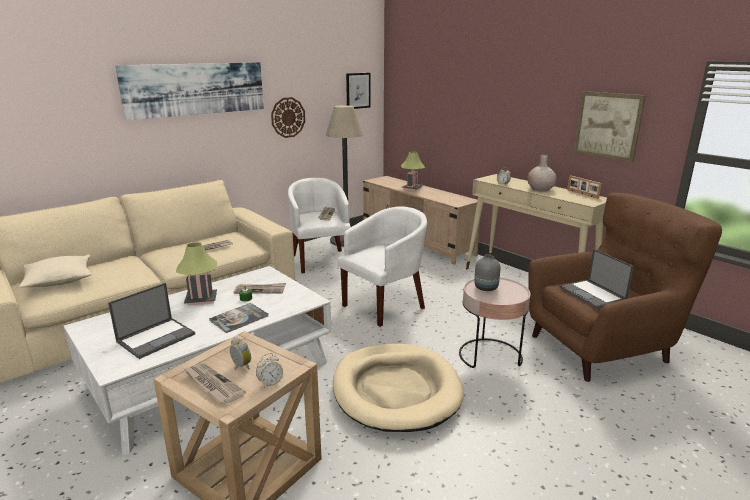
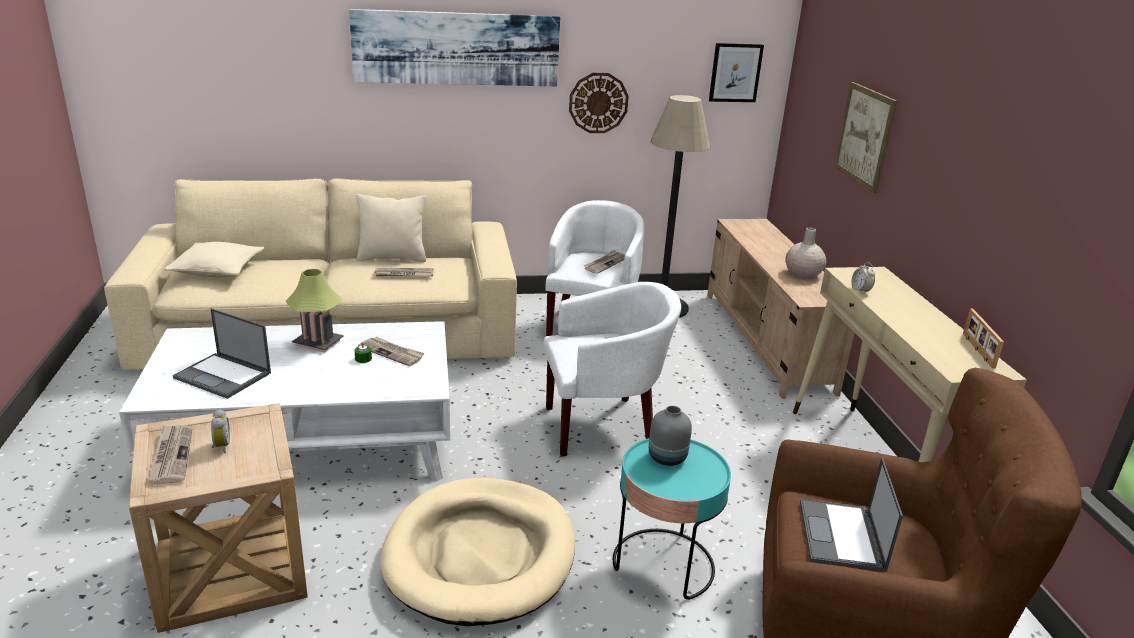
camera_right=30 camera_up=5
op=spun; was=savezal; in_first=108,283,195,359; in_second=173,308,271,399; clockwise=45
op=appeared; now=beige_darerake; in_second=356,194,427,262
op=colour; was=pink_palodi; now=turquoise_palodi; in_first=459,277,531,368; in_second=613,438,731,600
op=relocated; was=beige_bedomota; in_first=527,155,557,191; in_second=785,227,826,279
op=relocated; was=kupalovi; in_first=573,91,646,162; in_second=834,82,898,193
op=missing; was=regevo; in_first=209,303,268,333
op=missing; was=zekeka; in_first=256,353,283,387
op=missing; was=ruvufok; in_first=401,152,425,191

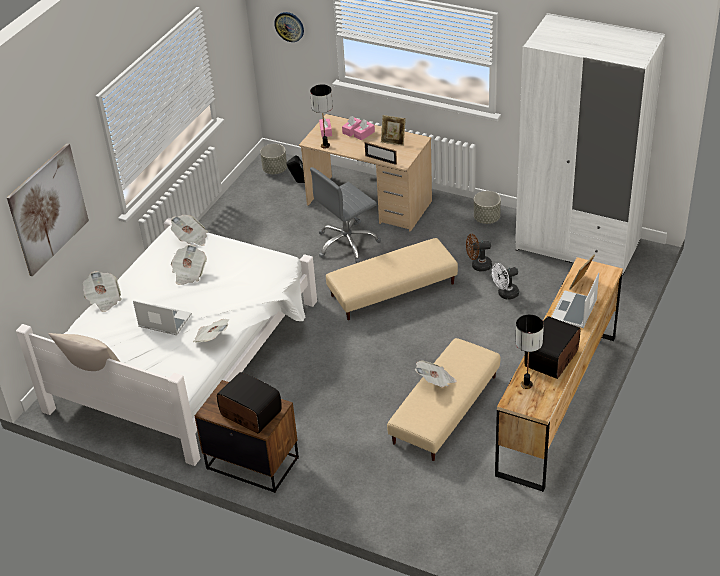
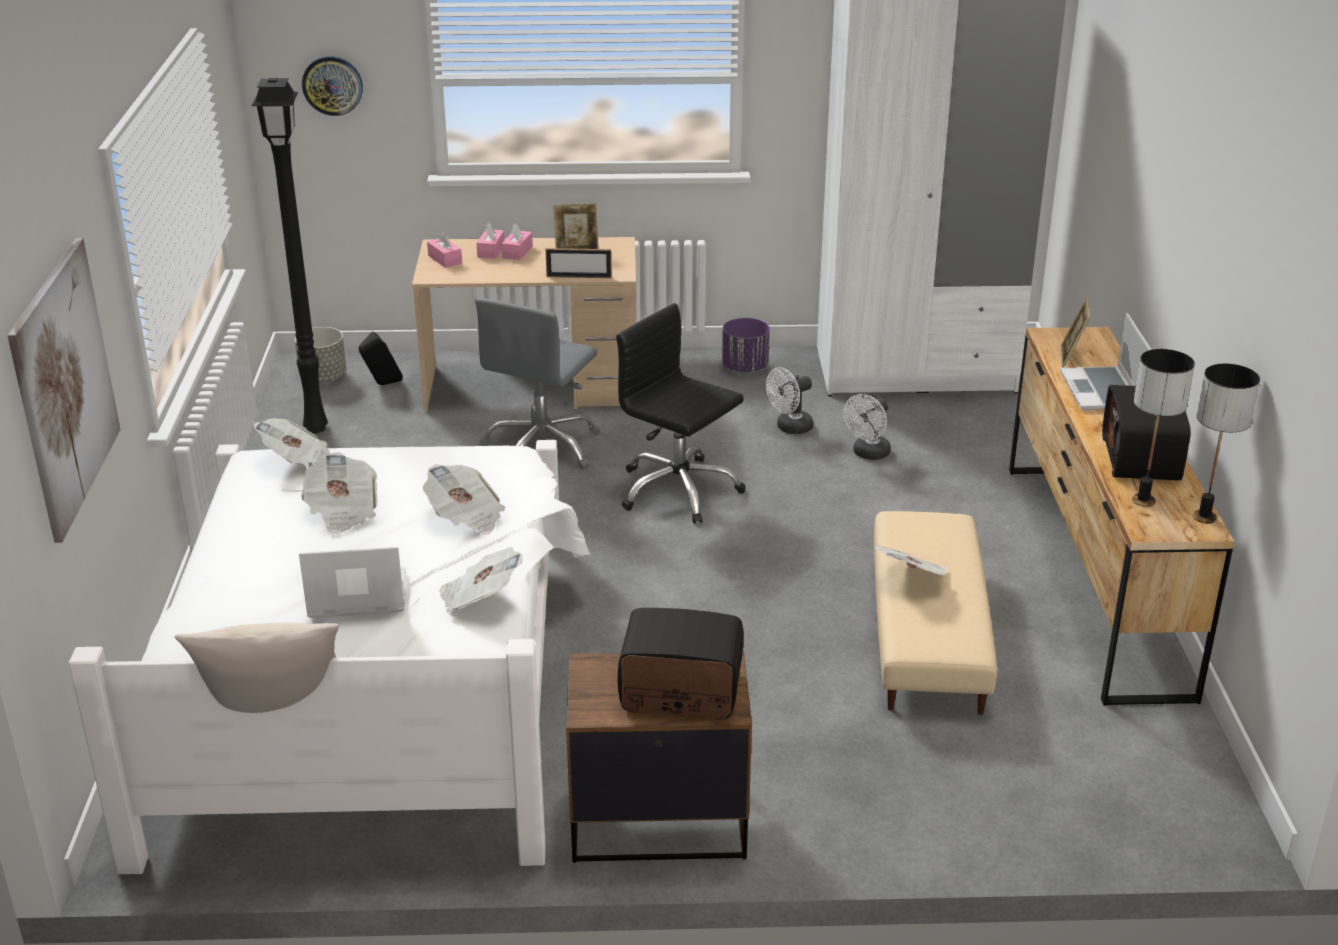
camera_right=-30 camera_up=-10
op=appeared; now=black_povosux; in_second=251,78,328,433
op=relocated; was=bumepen; in_first=83,271,122,312; in_second=423,464,505,535
op=exchanged; was=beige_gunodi; now=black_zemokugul; in_first=326,238,458,320; in_second=616,303,746,524
op=colour; was=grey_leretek; now=purple_leretek; in_first=474,191,501,224; in_second=722,318,770,372
op=colour; was=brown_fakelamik; now=white_fakelamik; in_first=466,234,492,271; in_second=766,367,813,434
op=relocated; was=ruvufok; in_first=310,84,333,149; in_second=1193,363,1260,524

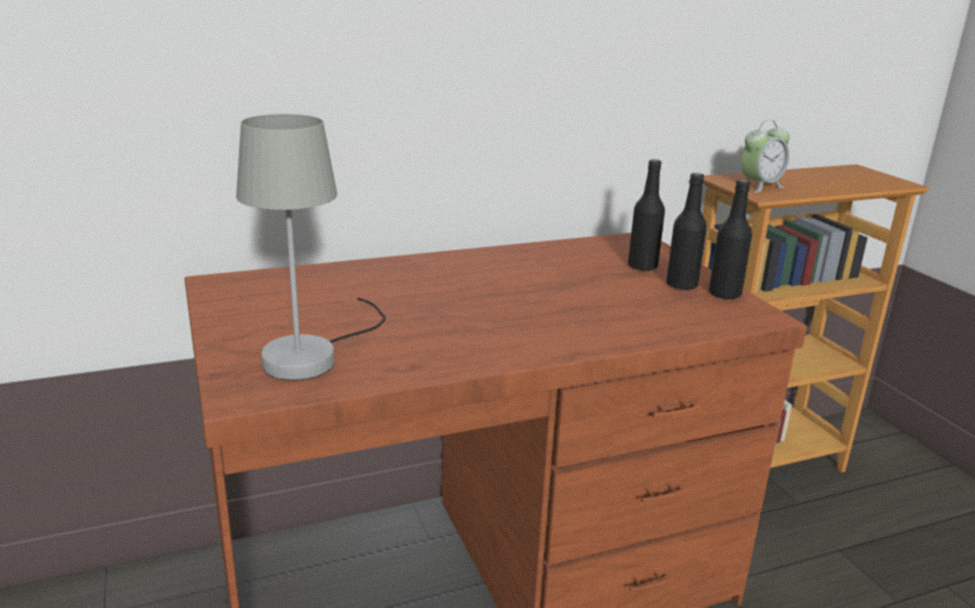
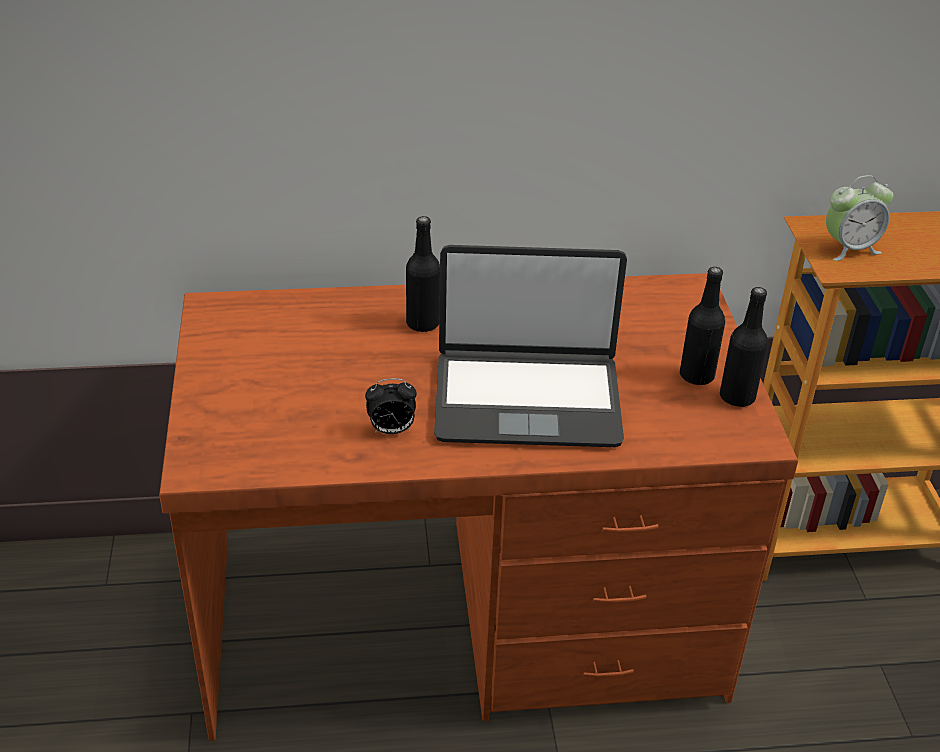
camera_right=15 camera_up=15
op=appeared; now=zekeka; in_second=365,379,417,434
op=relocated; was=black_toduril; in_first=628,159,665,271; in_second=406,216,440,332
op=appeared; now=savezal; in_second=434,245,627,447
op=missing; was=grey_ruvufok; in_first=236,114,386,380

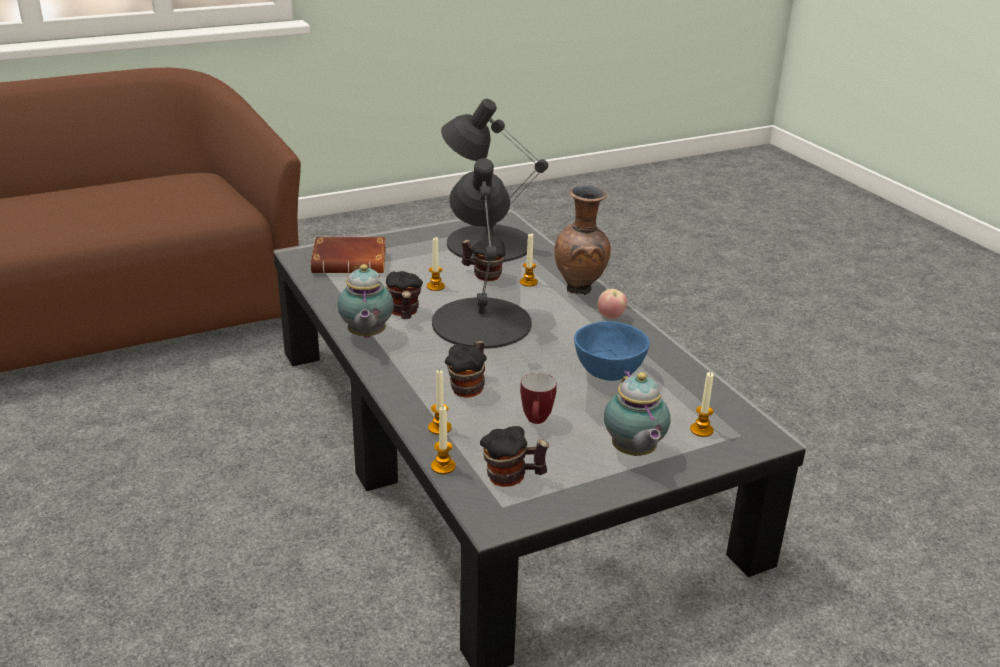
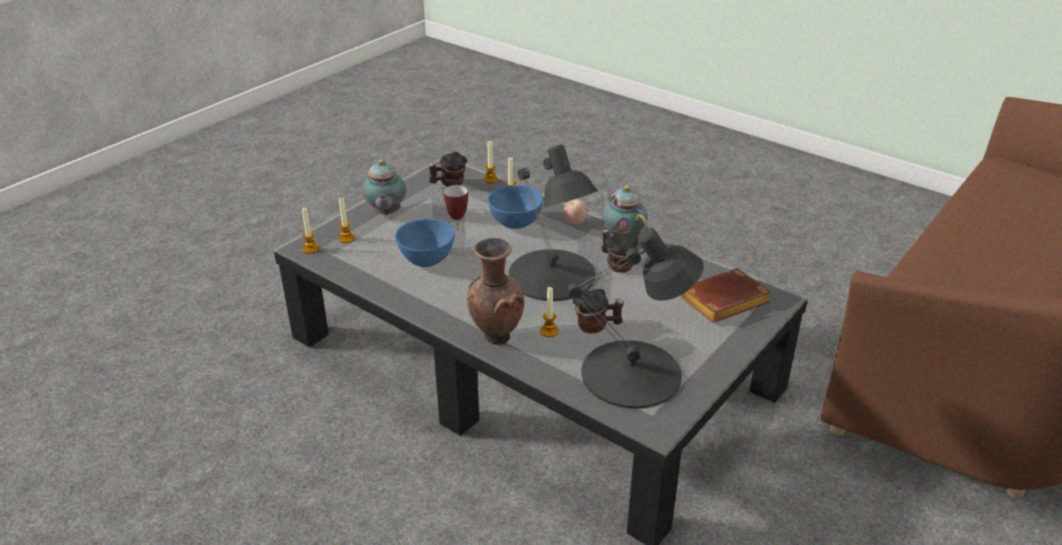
camera_right=155 camera_up=5
op=relocated; was=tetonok; in_first=427,236,445,291; in_second=302,208,319,254
op=spun; was=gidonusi; in_first=604,371,670,456; in_second=363,159,406,215; clockwise=-150
op=exchanged; was=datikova; now=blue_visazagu; in_first=445,341,487,398; in_second=488,185,543,229
op=relocated; was=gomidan; in_first=597,289,627,319; in_second=564,199,588,224

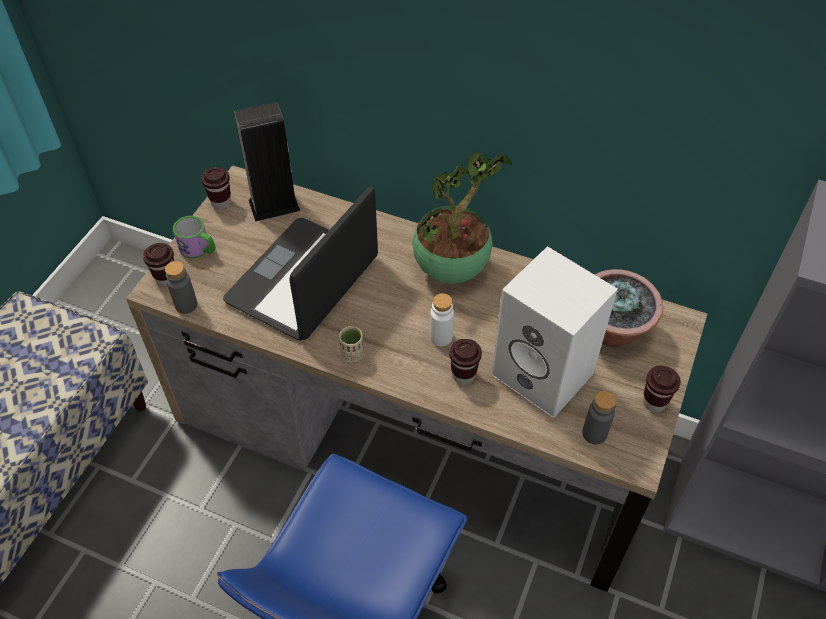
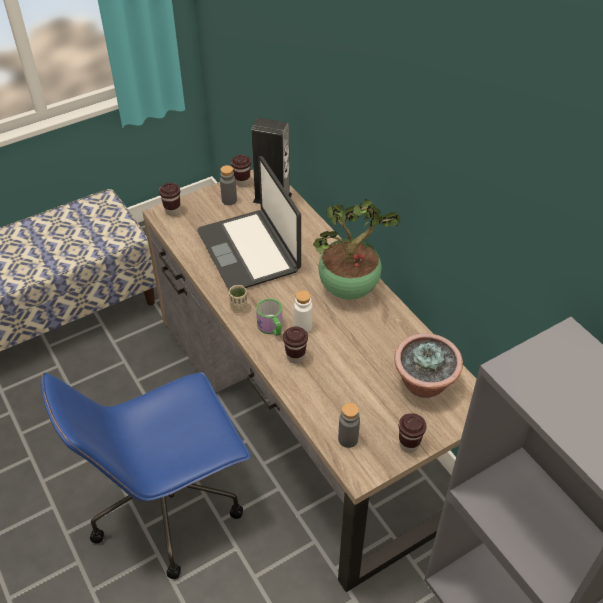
camera_right=35 camera_up=-5
op=spun; was=savezal; in_first=223,186,378,341; in_second=198,156,301,290; clockwise=-90
op=relocated; was=grey_toduril; in_first=165,261,197,314; in_second=220,165,237,205
op=relocated; was=datikova; in_first=173,216,216,259; in_second=256,299,283,336
op=missing; was=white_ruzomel; in_first=491,246,618,418

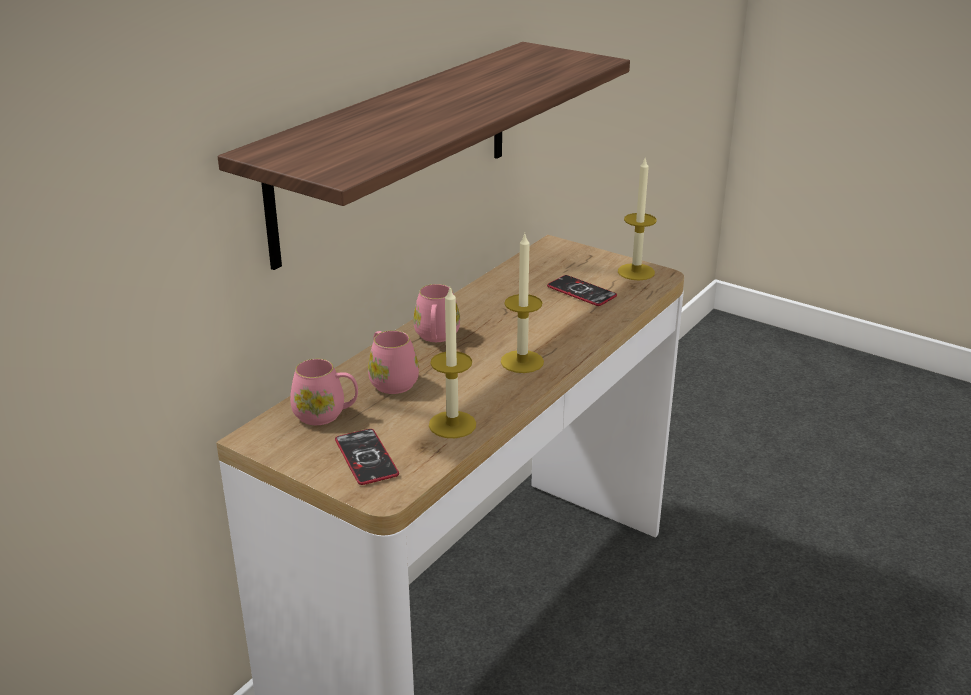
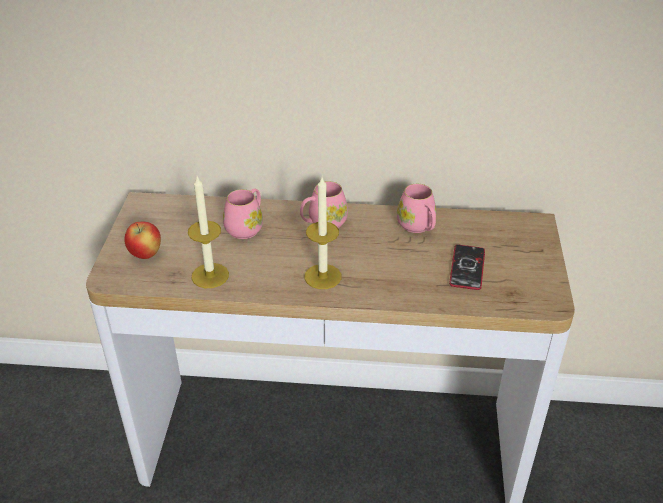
camera_right=60 camera_up=10
op=exchanged; was=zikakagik; now=gomidan; in_first=335,429,399,485; in_second=124,222,161,259
op=relocated; was=pink_datikova; in_first=290,359,358,425; in_second=397,184,436,233
op=missing; was=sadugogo; in_first=218,42,630,270
op=missing; was=tetonok; in_first=618,159,657,280

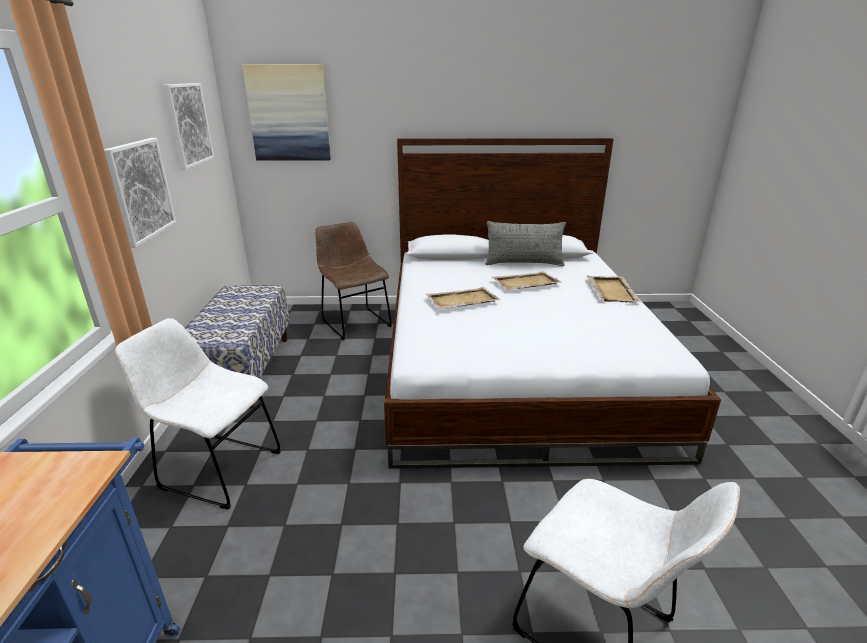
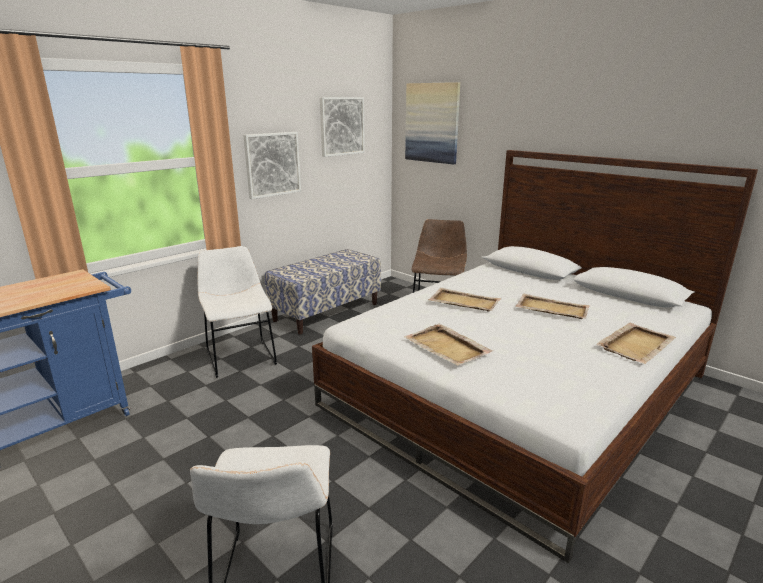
camera_right=45 camera_up=-5
op=appeared; now=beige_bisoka; in_second=404,324,493,366
op=missing; was=grey_darerake; in_first=485,221,566,266

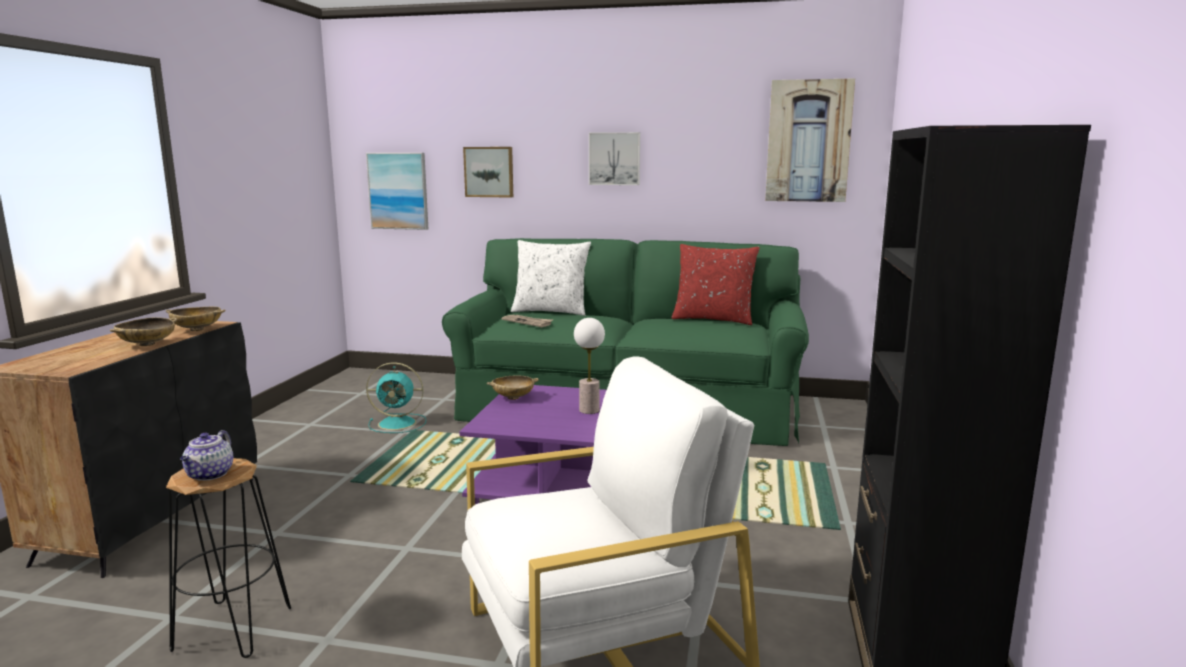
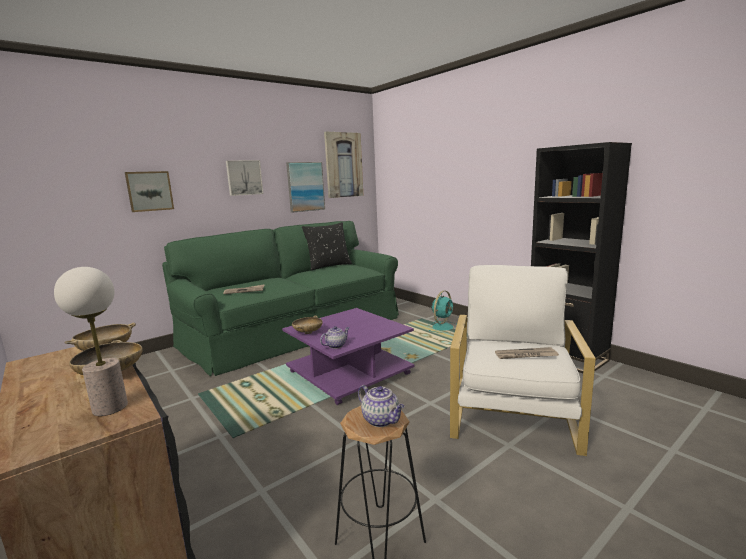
camera_right=-50 camera_up=0
op=relocated; was=ruvufok; in_first=574,318,605,414; in_second=54,267,128,416
op=relocated; was=kupalovi; in_first=366,153,428,230; in_second=286,162,325,213
op=colour; was=red_darerake; now=black_darerake; in_first=671,244,760,325; in_second=302,222,352,270
op=appeared; now=gidonusi; in_second=320,326,349,349
op=relocated; was=turquoise_fakelamik; in_first=366,362,427,433; in_second=428,290,456,333
op=appeared; now=bumepen; in_second=495,347,559,359
op=missing; was=white_darerake; in_first=511,240,591,316

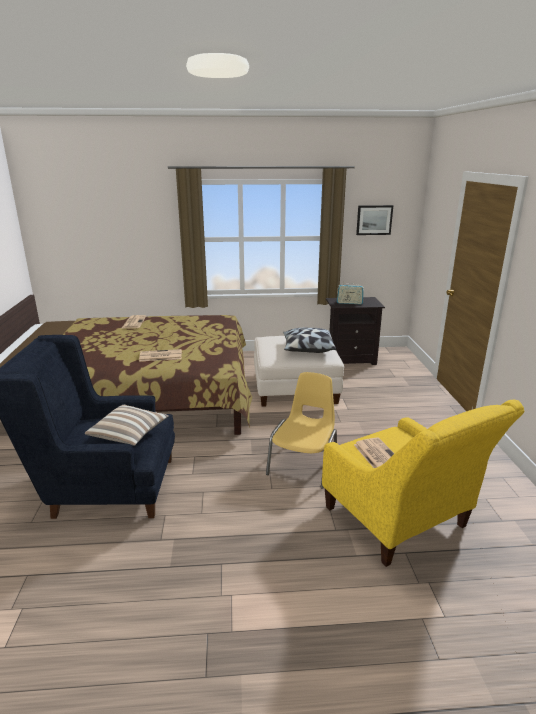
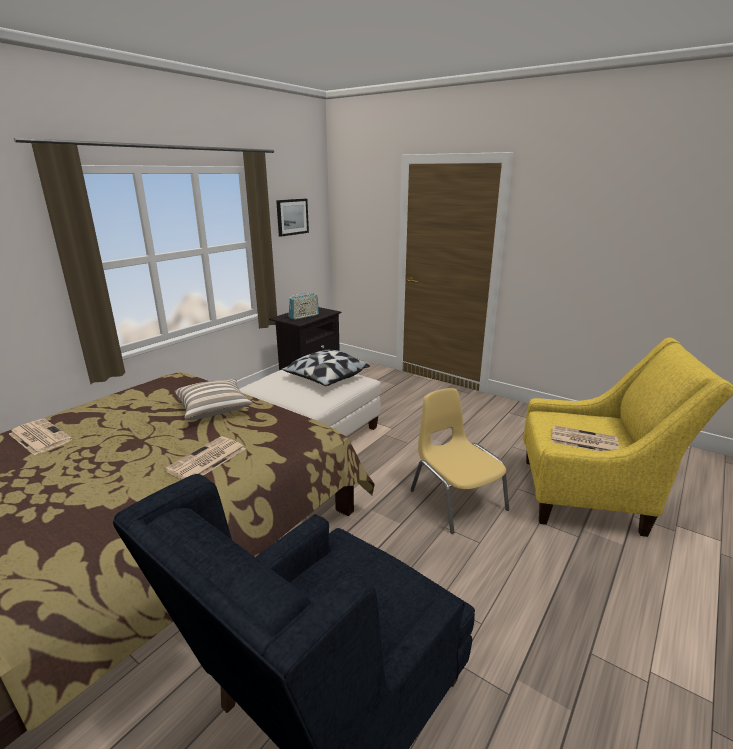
camera_right=-50 camera_up=0
op=relocated; was=darerake; in_first=85,405,169,446; in_second=174,379,253,420

